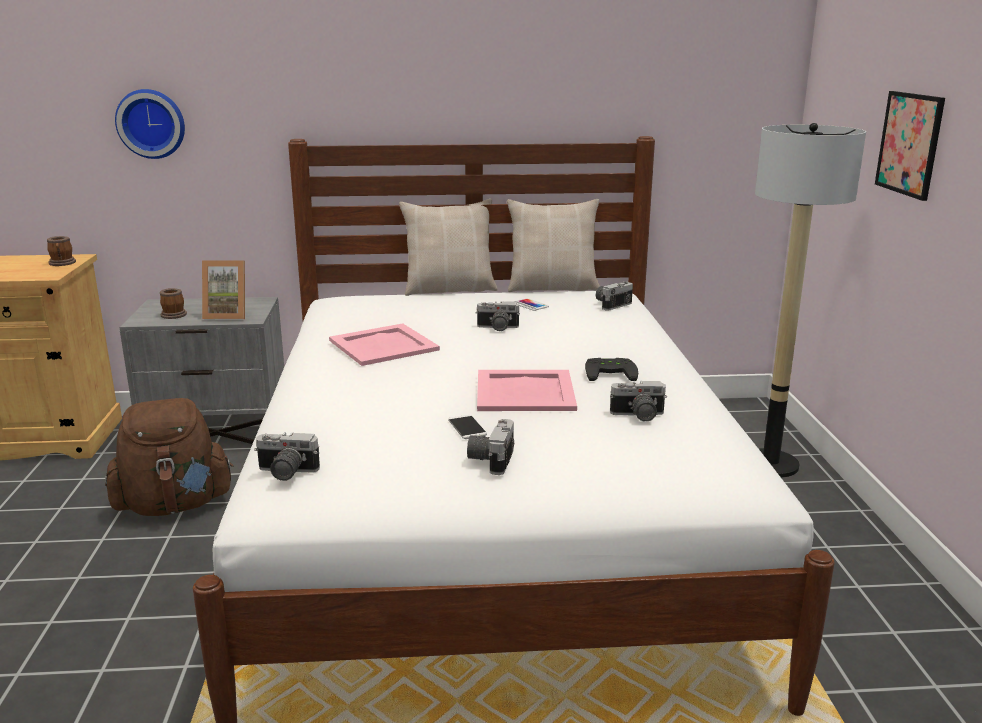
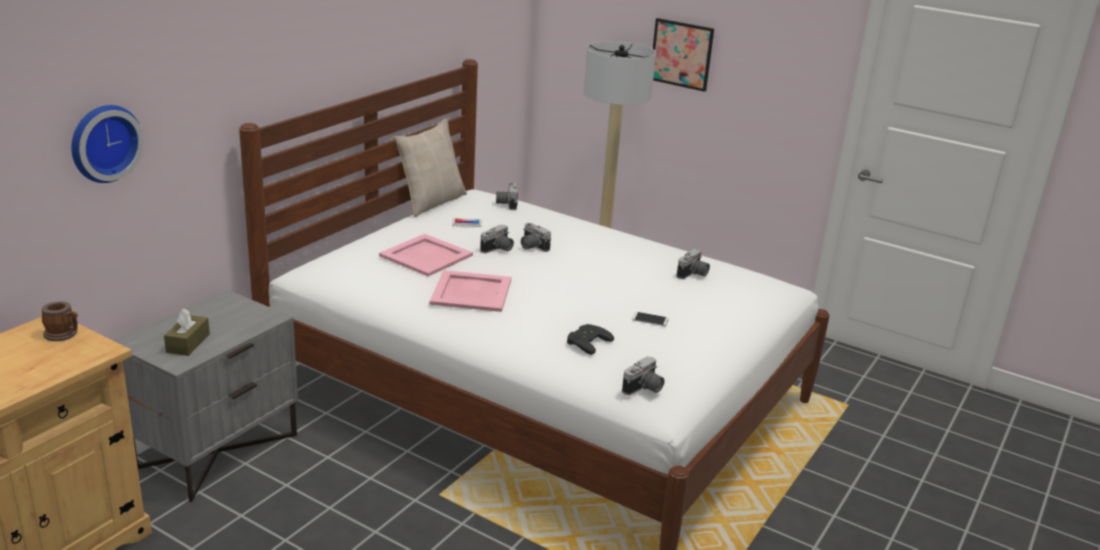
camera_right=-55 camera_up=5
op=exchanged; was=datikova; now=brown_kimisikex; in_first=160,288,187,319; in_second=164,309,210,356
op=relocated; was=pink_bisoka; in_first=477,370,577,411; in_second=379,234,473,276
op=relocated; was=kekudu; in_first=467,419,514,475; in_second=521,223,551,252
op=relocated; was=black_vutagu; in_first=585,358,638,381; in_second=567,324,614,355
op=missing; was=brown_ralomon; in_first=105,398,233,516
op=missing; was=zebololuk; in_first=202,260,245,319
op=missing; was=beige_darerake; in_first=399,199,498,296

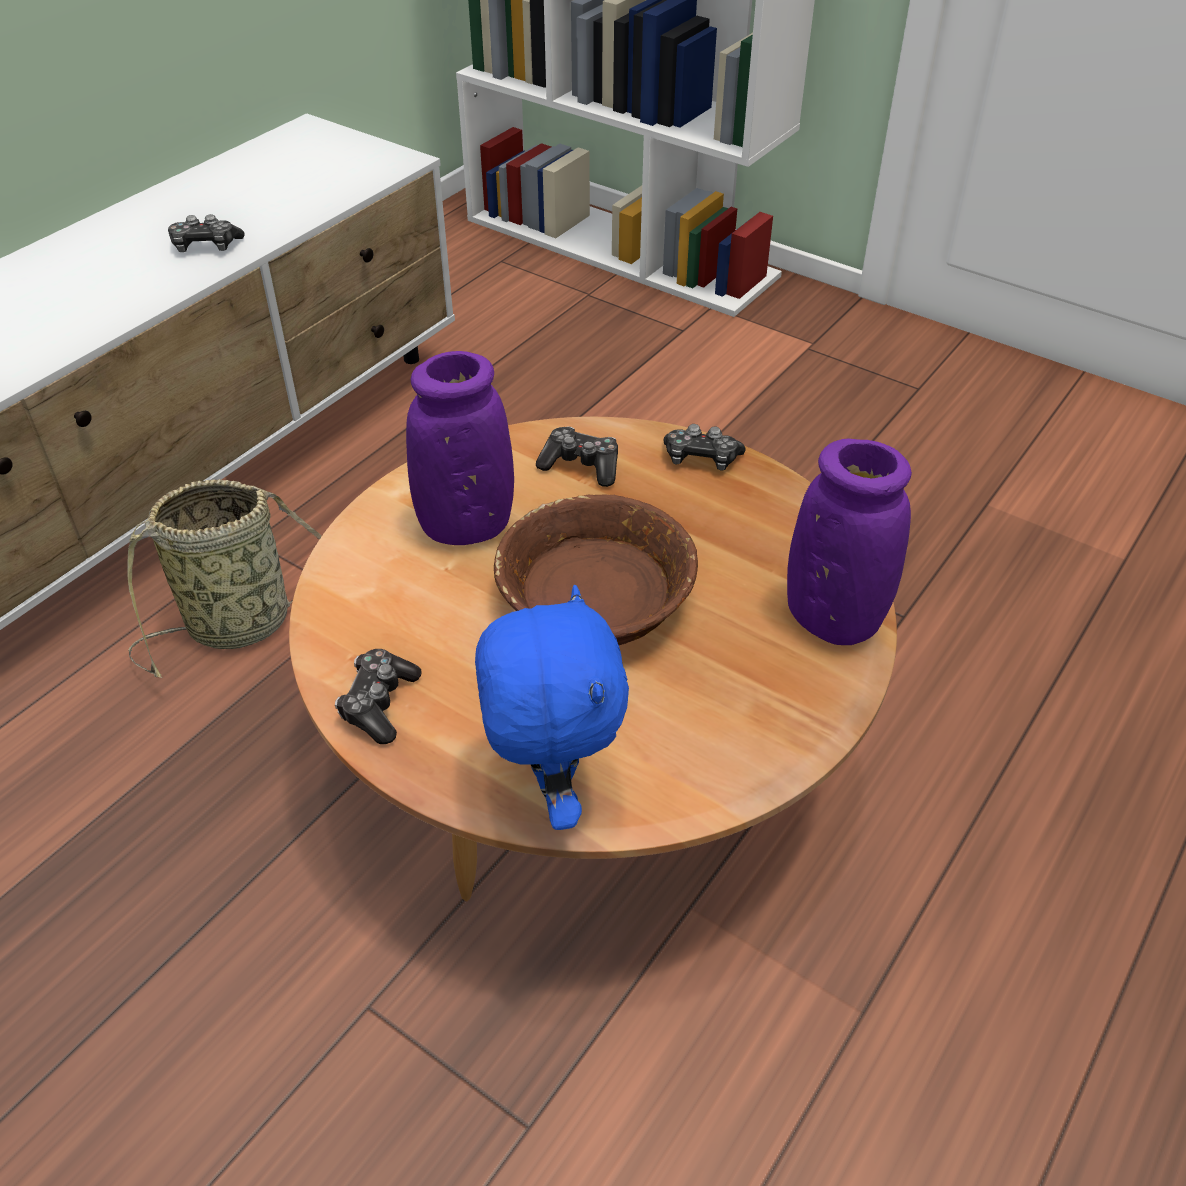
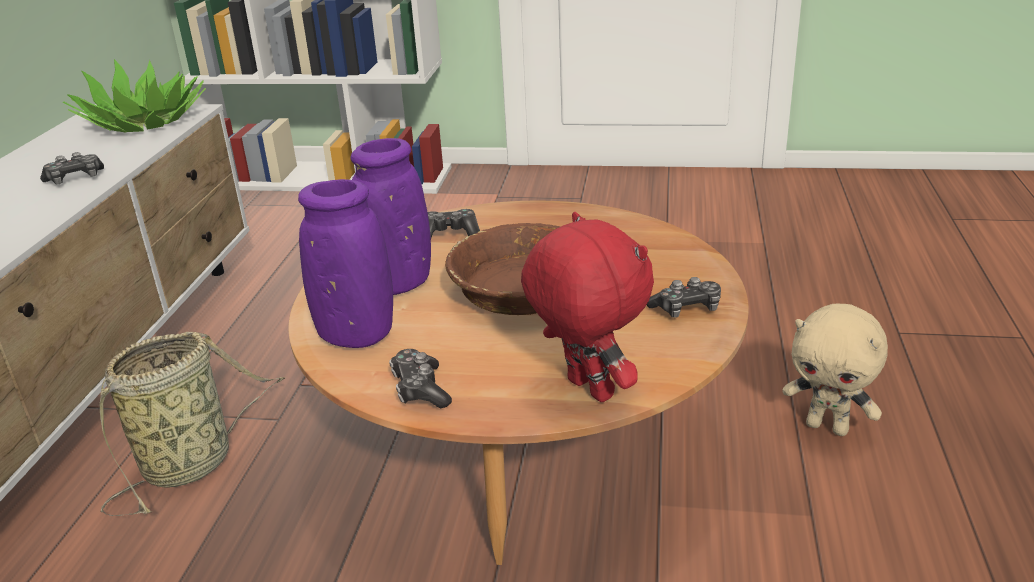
camera_right=-25 camera_up=-15
op=appeared; now=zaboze; in_second=63,59,206,132
op=relocated; was=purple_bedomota; in_first=787,438,912,645; in_second=298,179,393,348
op=colour; was=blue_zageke; now=red_zageke; in_first=475,585,629,830; in_second=521,212,654,402
op=relocated; was=vutagu; in_first=664,424,746,471; in_second=647,277,721,318
op=appeared; now=beige_zageke; in_second=782,303,888,436

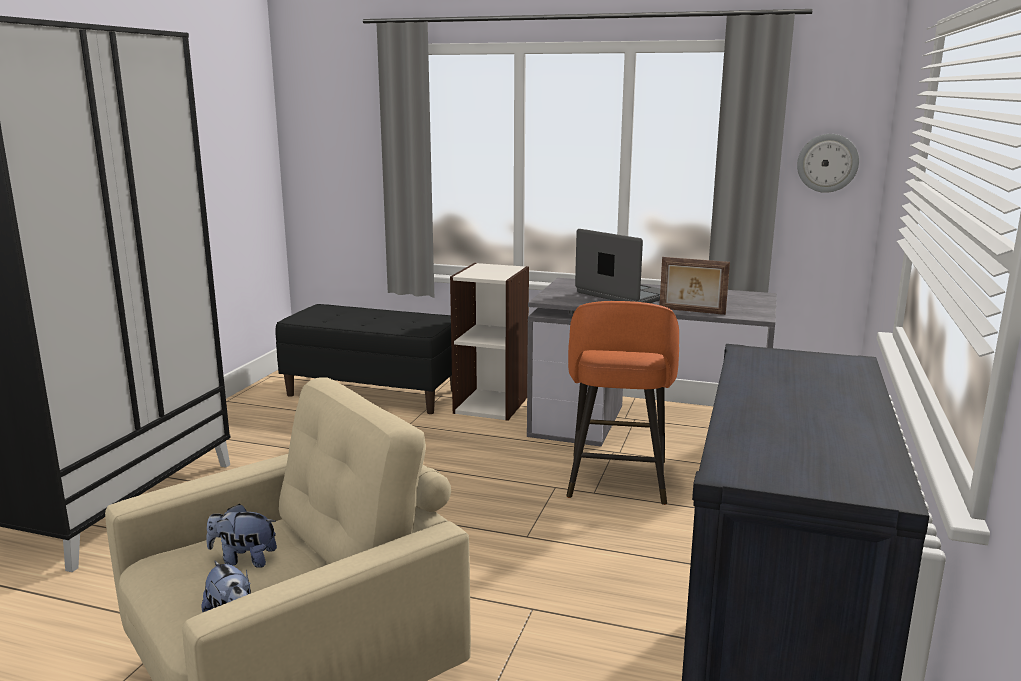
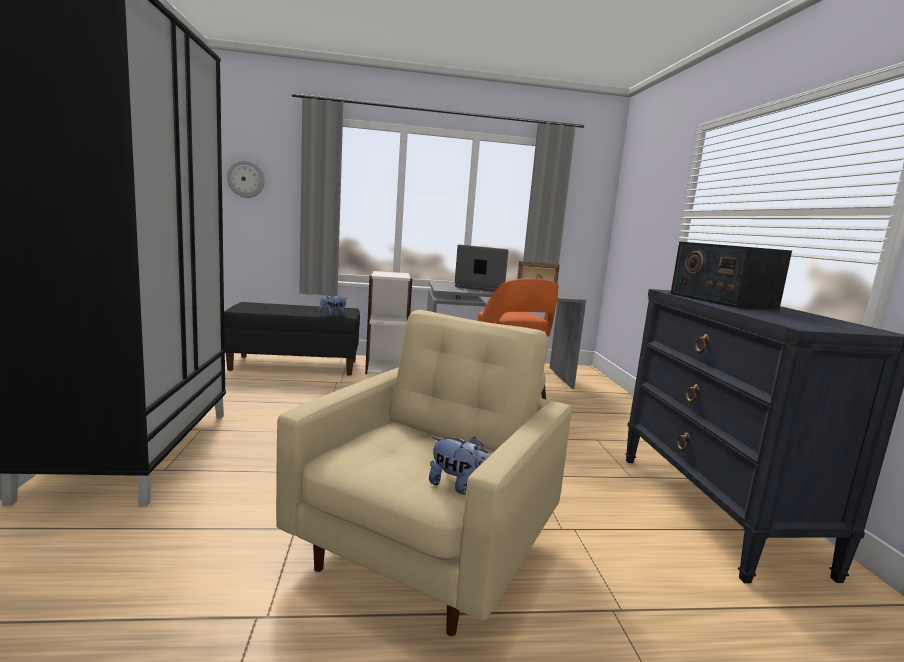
camera_right=-25 camera_up=-5
op=relocated; was=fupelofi; in_first=797,134,859,193; in_second=227,160,265,198
op=relocated; was=zageke; in_first=206,504,277,568; in_second=319,294,347,316
op=appeared; now=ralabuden; in_second=671,241,792,309

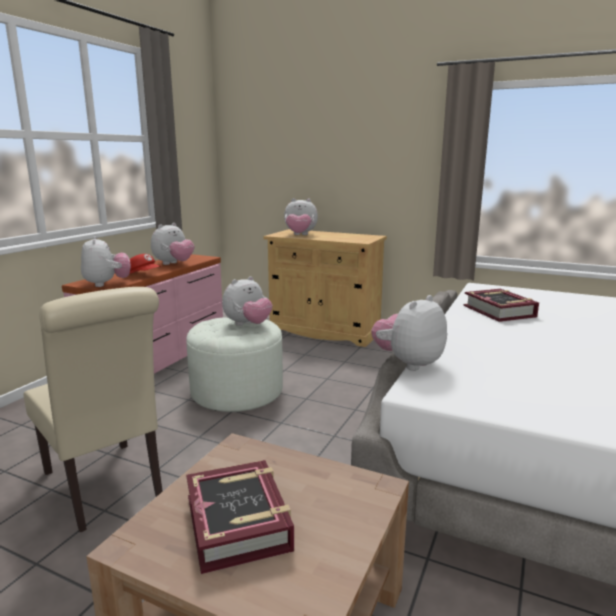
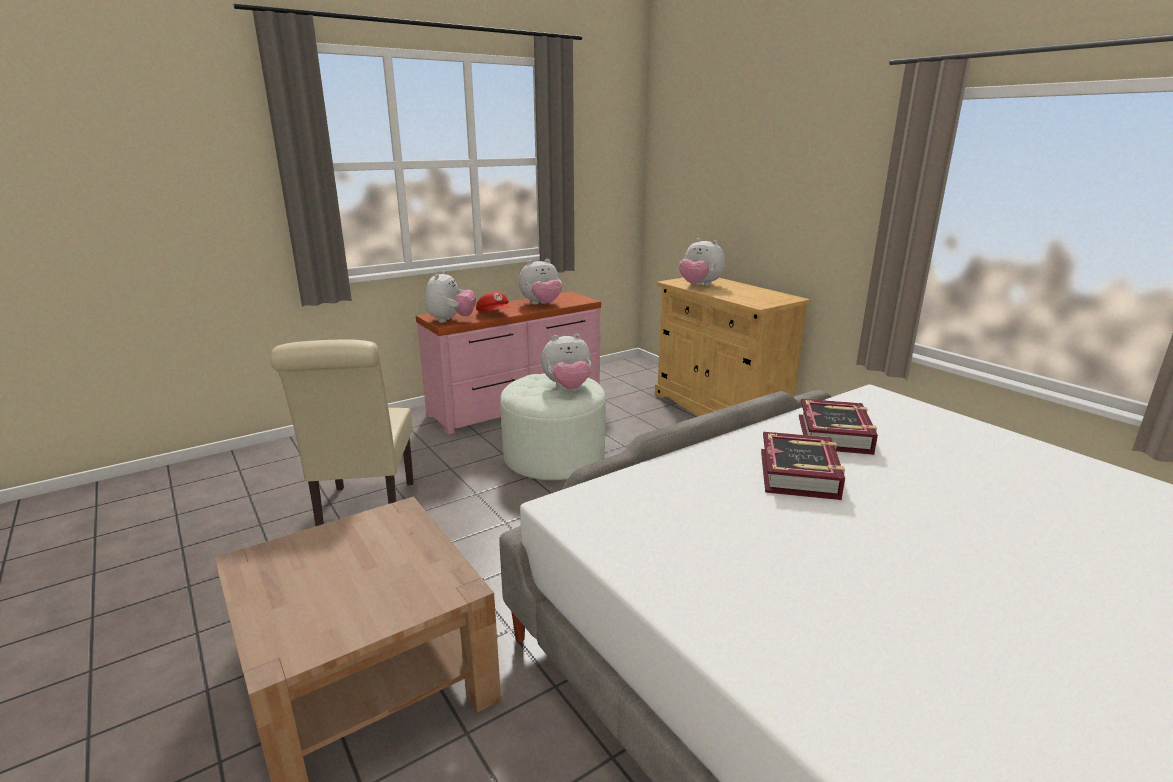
camera_right=30 camera_up=5
op=relocated; was=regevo; in_first=186,460,294,574; in_second=761,432,845,500
op=missing; was=zageke; in_first=371,295,447,371

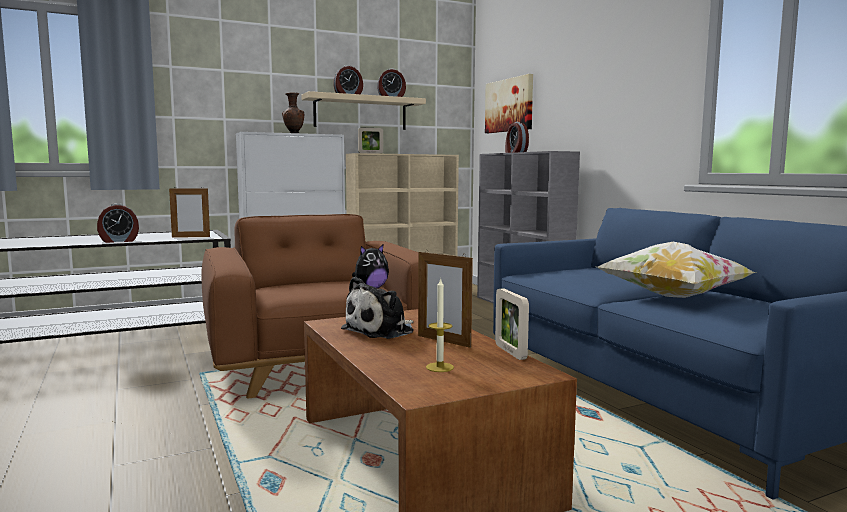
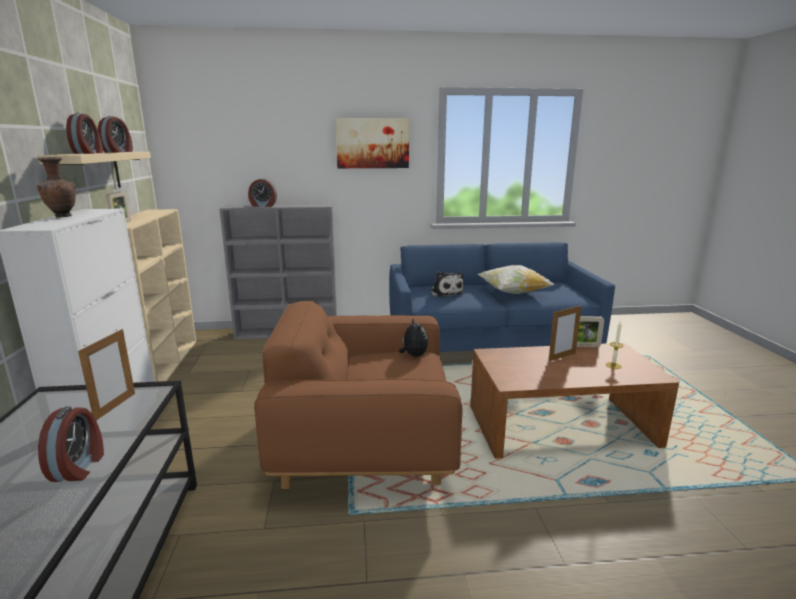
camera_right=-70 camera_up=10
op=relocated; was=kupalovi; in_first=485,74,533,133; in_second=336,118,409,168
op=relocated; was=zageke; in_first=341,277,414,339; in_second=430,272,464,298

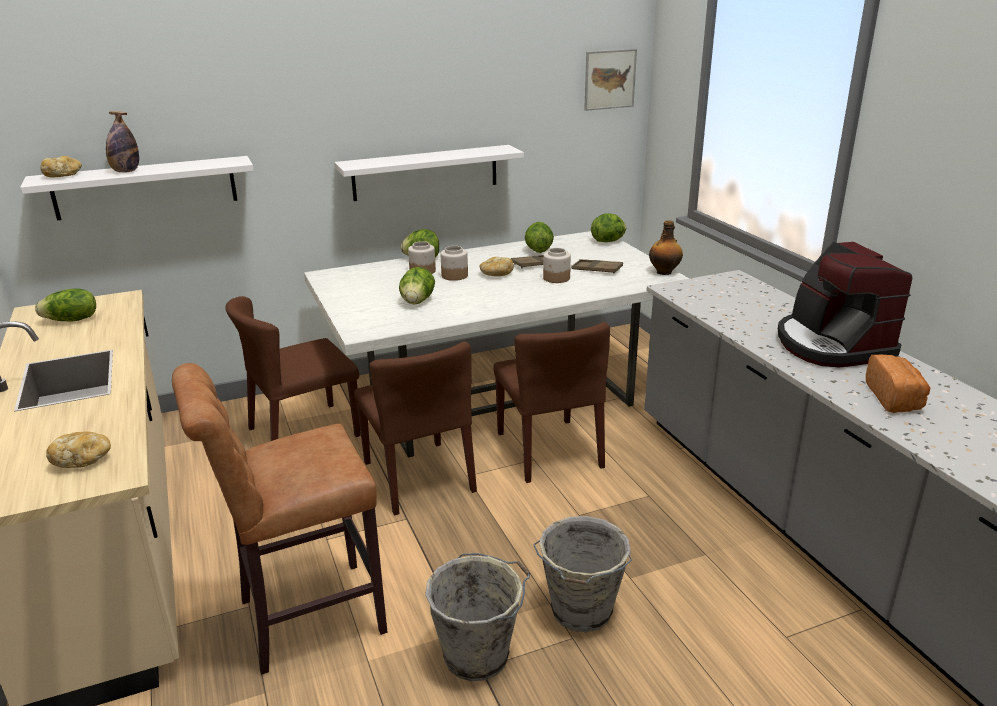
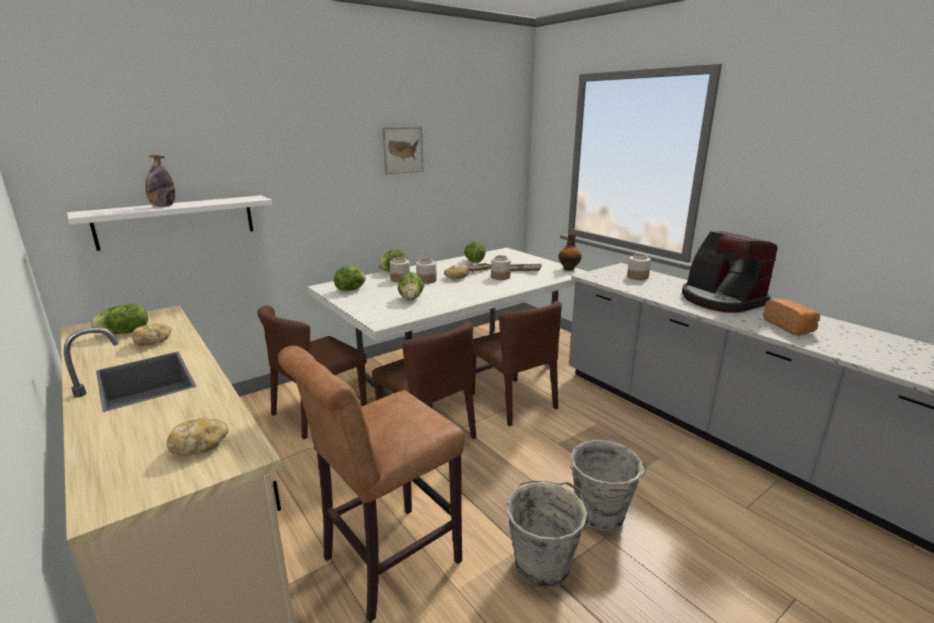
camera_right=-15 camera_up=-5
op=relocated; was=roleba; in_first=40,156,82,177; in_second=132,323,172,346
op=relocated; was=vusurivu; in_first=591,213,626,242; in_second=334,266,366,291
op=relocated; was=kupalovi; in_first=584,49,637,111; in_second=382,127,423,174
op=appeared; now=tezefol; in_second=627,254,651,280
op=missing; was=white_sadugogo; in_first=334,145,524,201

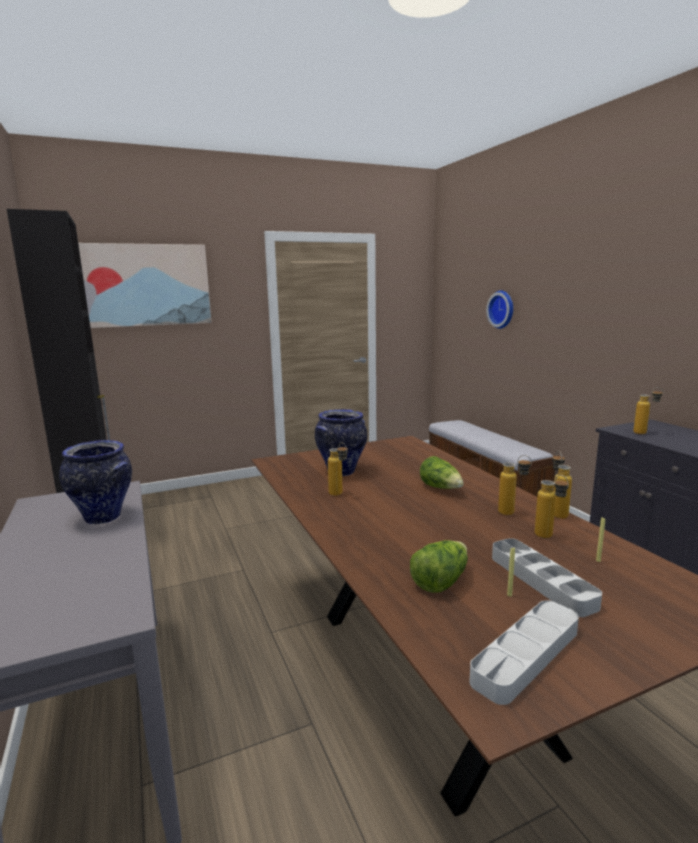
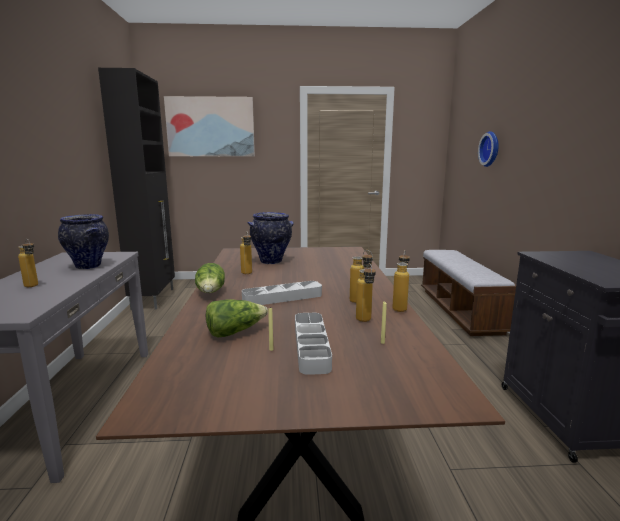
camera_right=20 camera_up=0
op=relocated; was=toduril; in_first=633,387,663,434; in_second=18,239,38,287
op=relocated; was=vusurivu; in_first=420,456,464,489; in_second=195,263,225,293
op=relocated; was=grey_bisoka; in_first=469,600,579,705; in_second=242,281,322,305

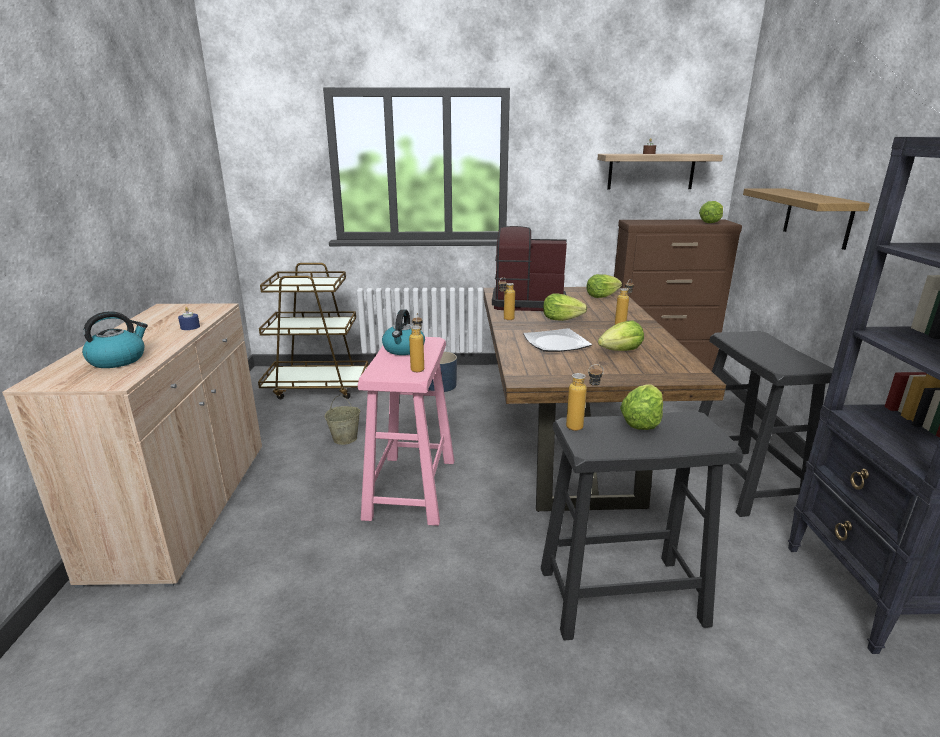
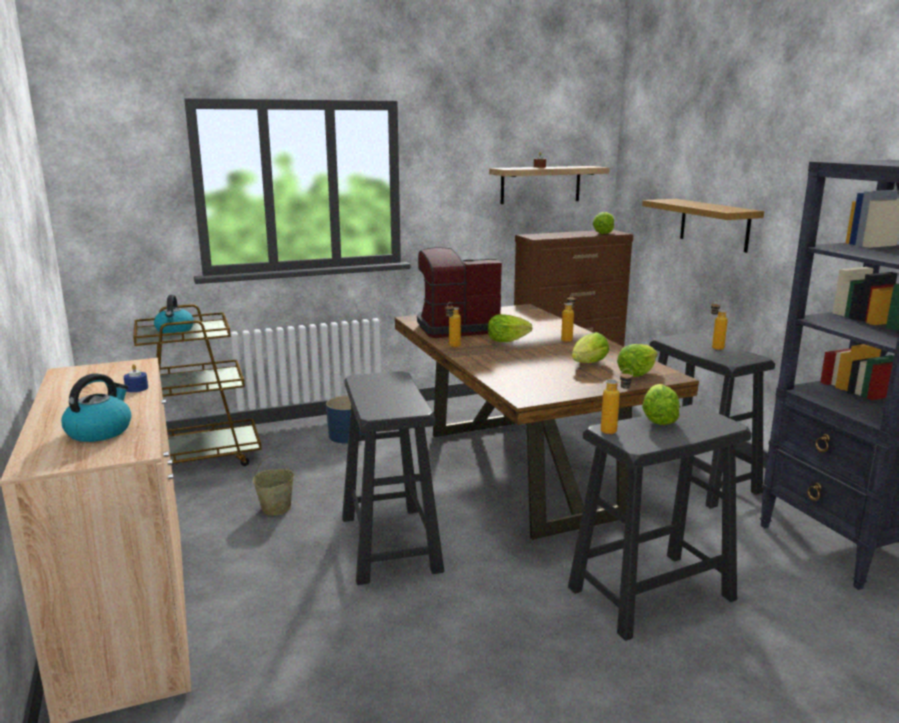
camera_right=-20 camera_up=-5
op=relocated; was=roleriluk; in_first=382,309,425,355; in_second=154,295,194,334
op=colour; was=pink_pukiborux; now=black_pukiborux; in_first=358,337,454,526; in_second=342,371,444,585
op=relocated; was=vusurivu; in_first=586,274,622,298; in_second=617,344,658,377
op=relocated; was=toduril; in_first=409,313,424,372; in_second=711,300,728,350
op=missing; was=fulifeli; in_first=523,328,592,352

